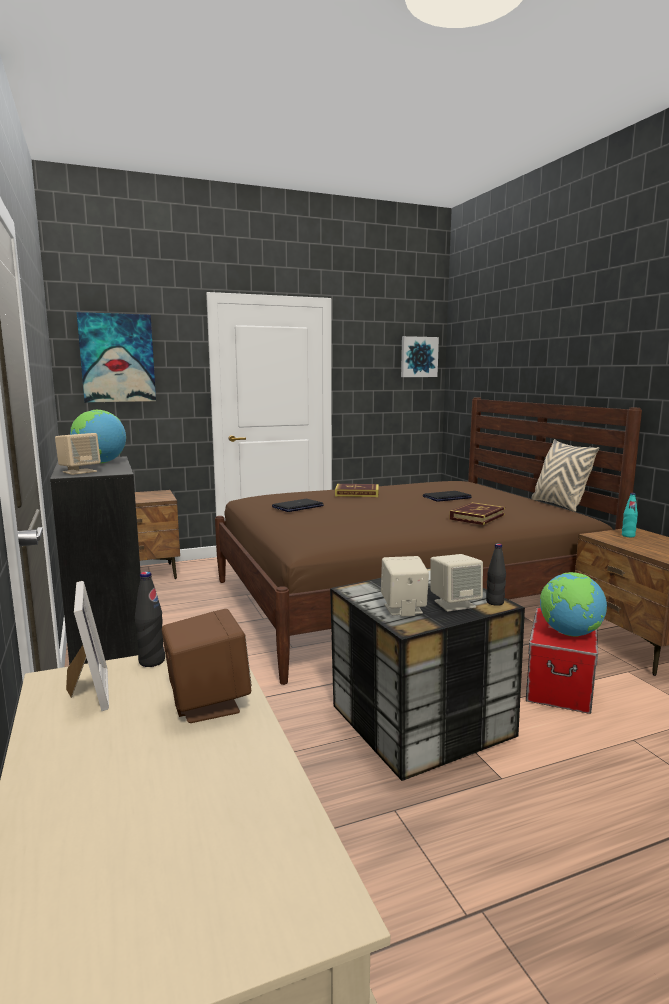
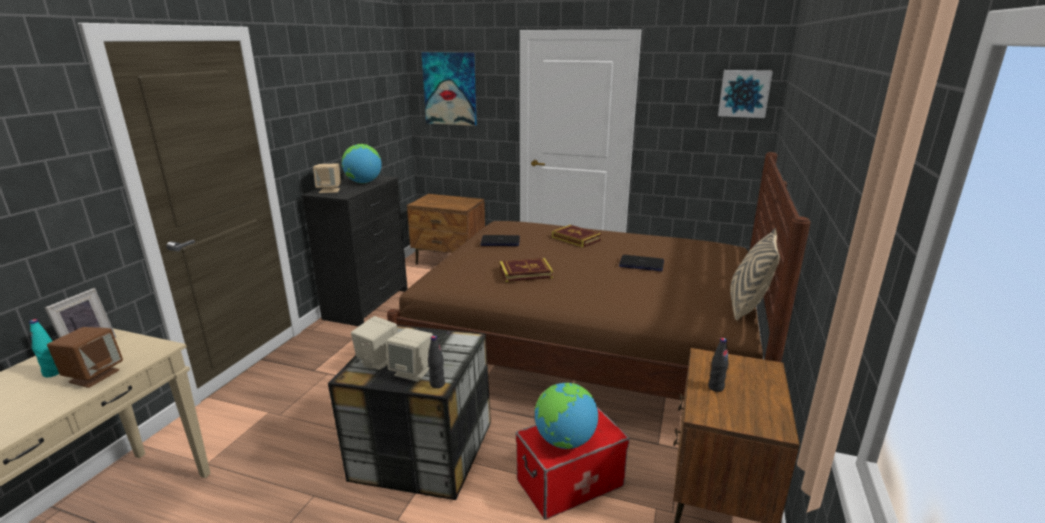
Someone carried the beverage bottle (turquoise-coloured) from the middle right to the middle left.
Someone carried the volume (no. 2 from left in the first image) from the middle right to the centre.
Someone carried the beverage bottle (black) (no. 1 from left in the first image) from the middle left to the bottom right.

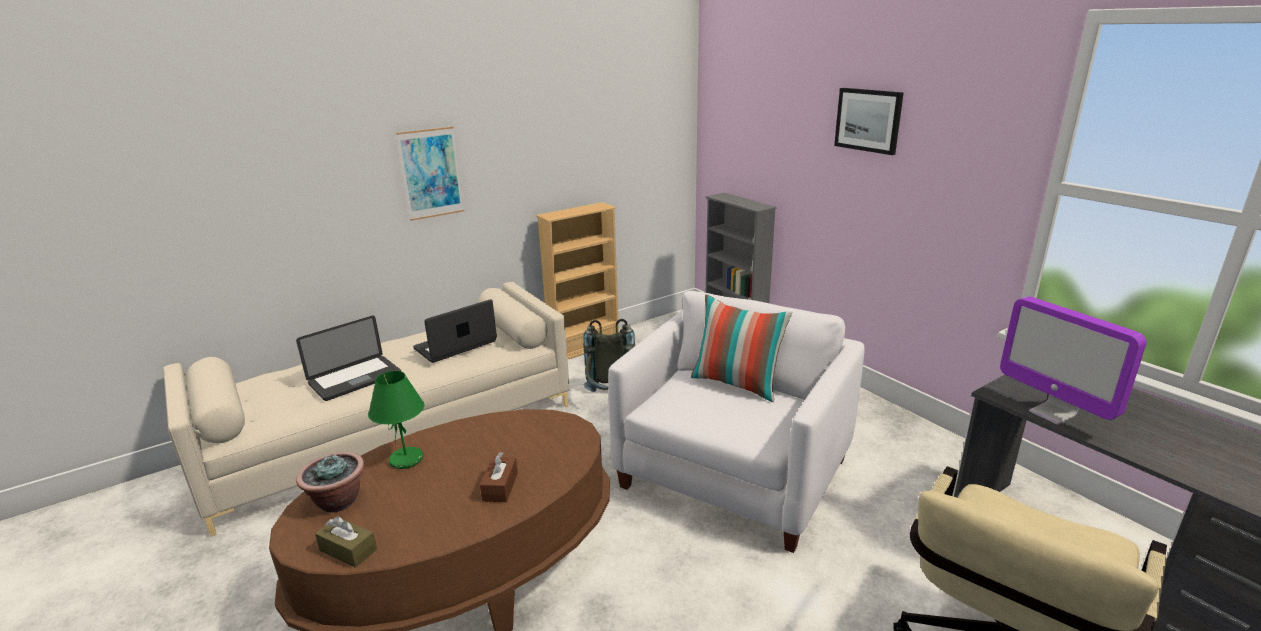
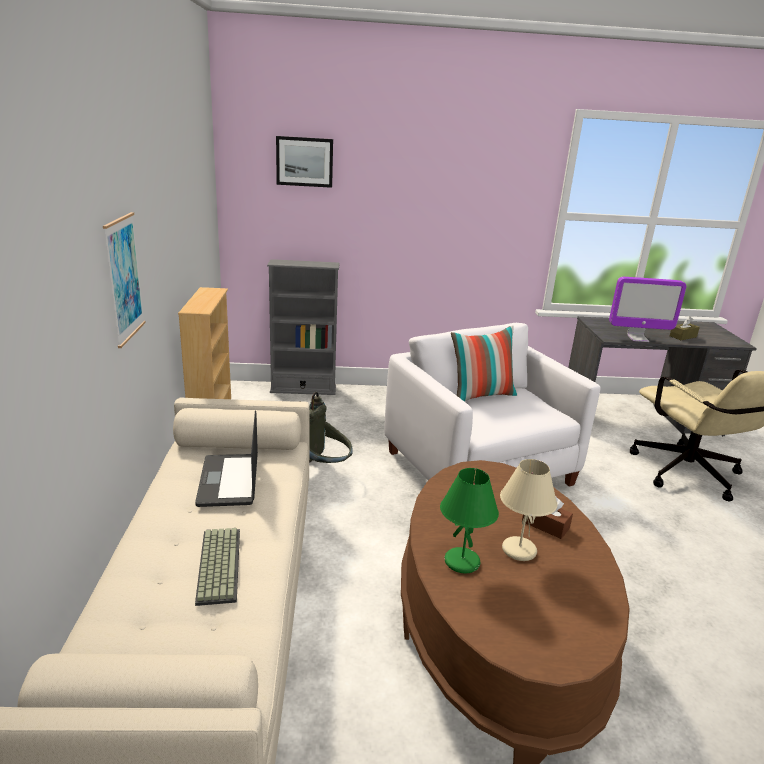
Someone carried the picture (no. 2 from left) from the top right to the top centre.
Someone swapped the portable computer (no. 1 from left) at the middle left for the computer keyboard at the bottom left.
Someone took away the plant in a pot at the bottom left.
Someone carried the tissue holder (brownish) (no. 1 from left in the first image) from the bottom left to the middle right.
Someone put down the lamp for a table (beige) at the bottom right.

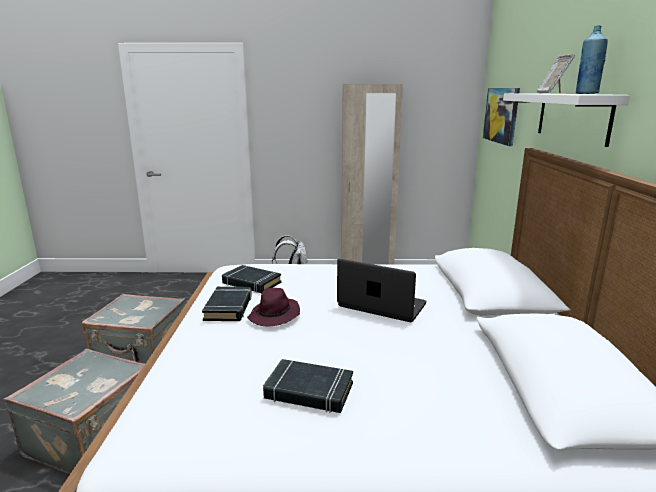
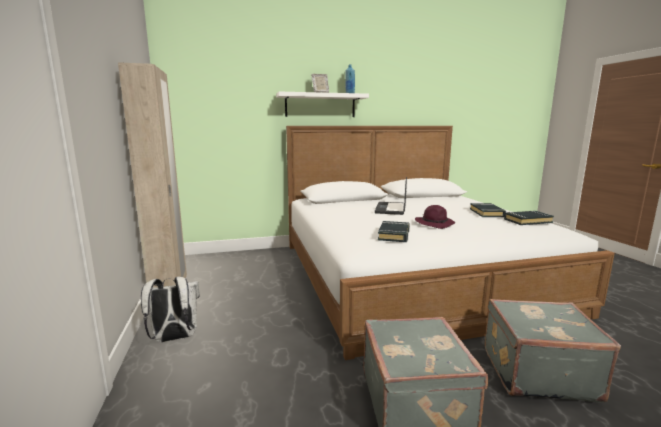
Someone took away the picture at the top right.
Someone carried the volume (black) (no. 1 from left in the first image) from the centre to the middle right.

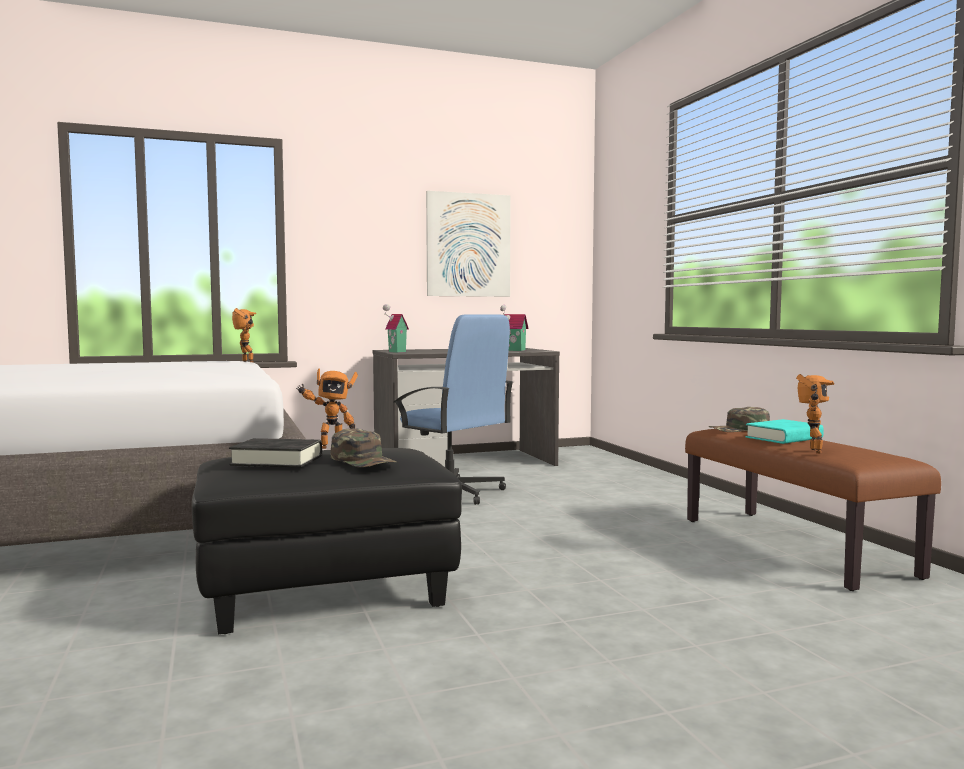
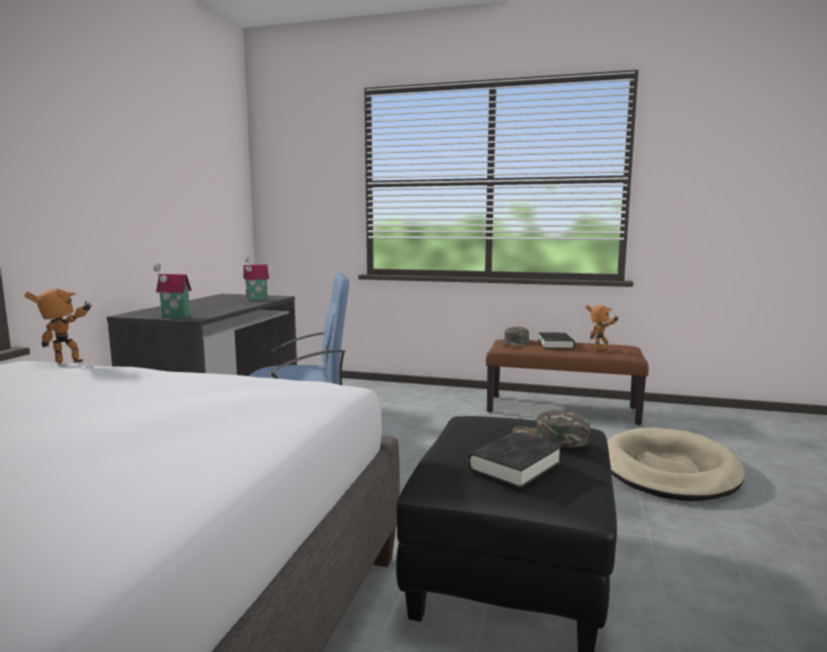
Someone took away the picture at the top centre.
Someone took away the robot figure (no. 2 from left) at the centre.
Someone repainted the volume (turquoise-coloured) at the middle right, which became the volume (black) (no. 2 from left) at the middle right.
Someone rotated the cap (green-coloured) (no. 1 from left in the first image) at the centre by 150 degrees counterclockwise.
Someone put down the dog bed (beige) at the bottom right.

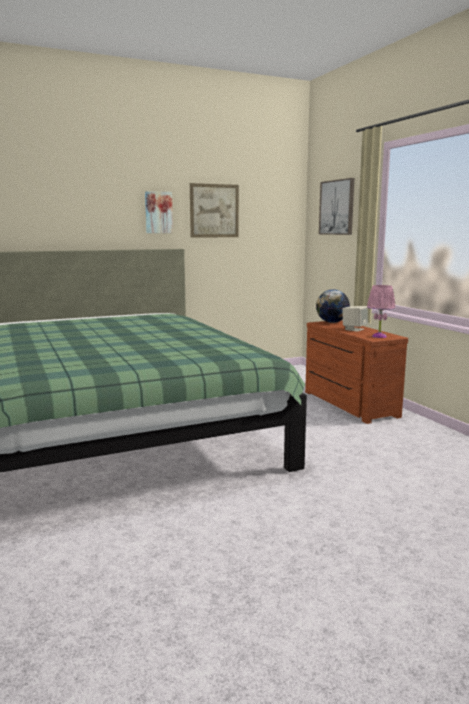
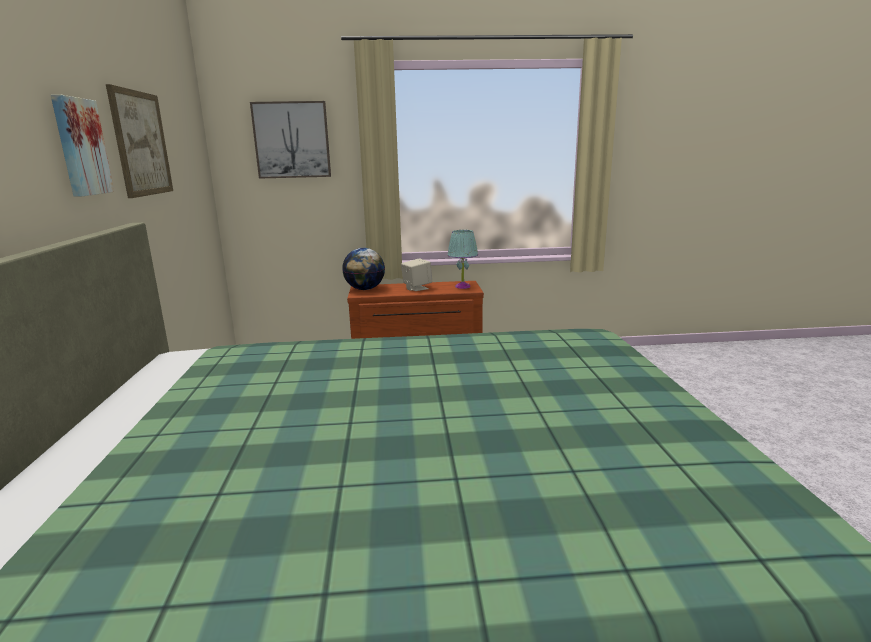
Someone repainted the lamp for a table (pink) at the middle right, which became the lamp for a table (turquoise-coloured) at the centre.

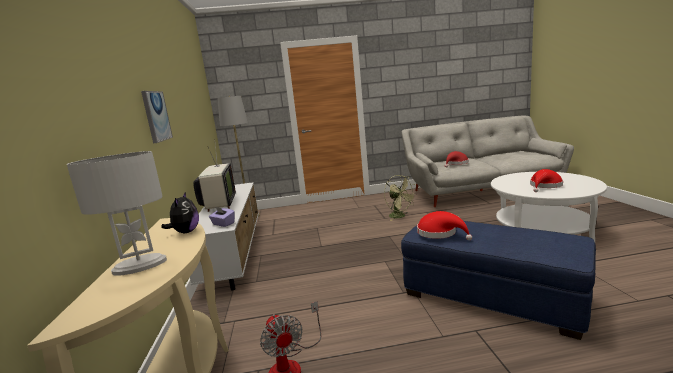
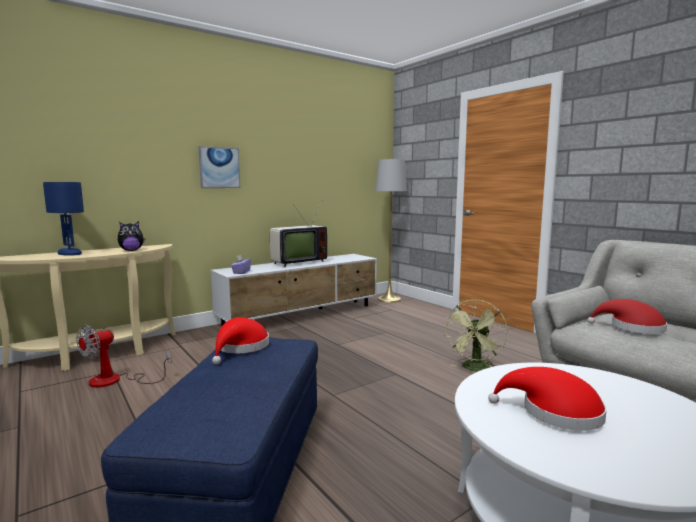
Someone repainted the lamp for a table (whitish) at the middle left, which became the lamp for a table (blue-coloured) at the middle left.

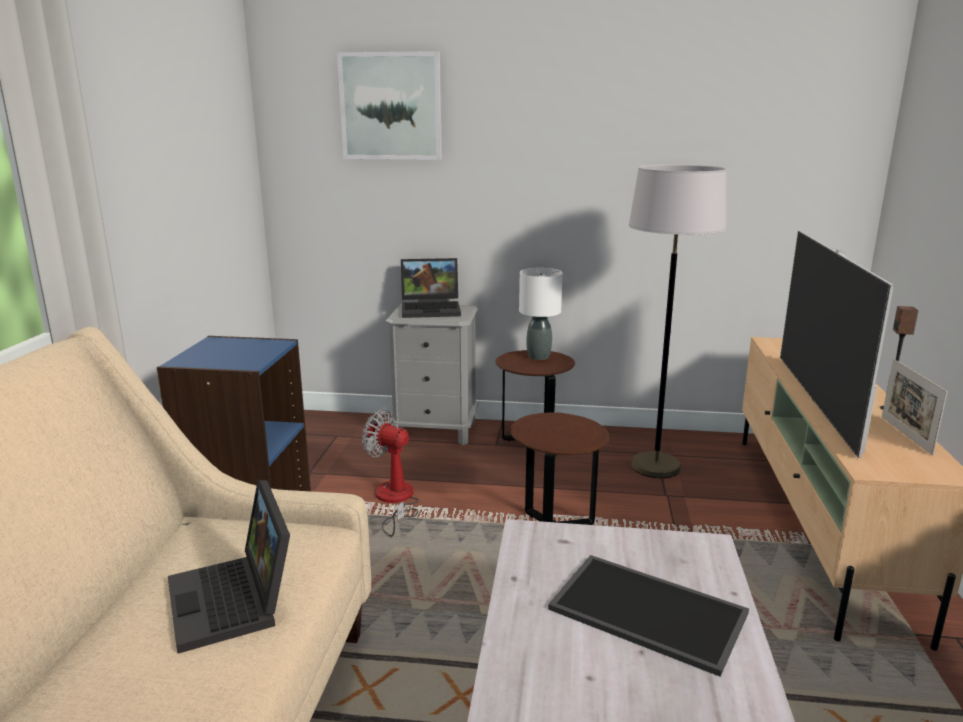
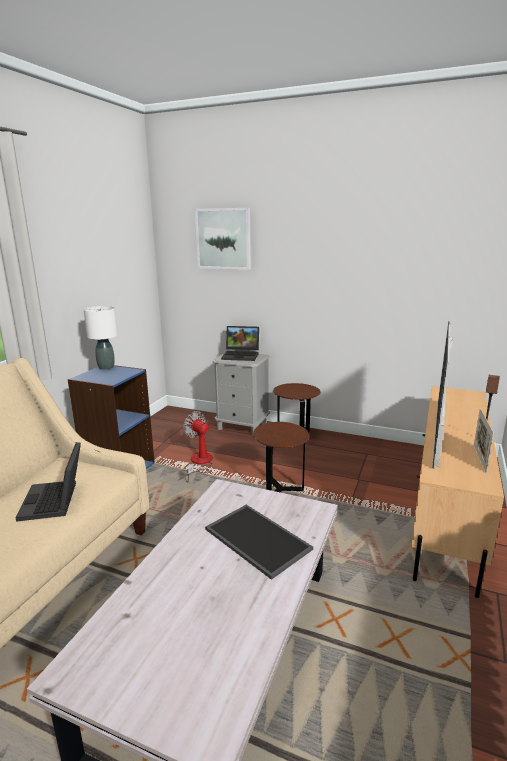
Someone took away the floor lamp (gray) at the middle right.
Someone carried the lamp for a table (whitish) from the centre to the middle left.

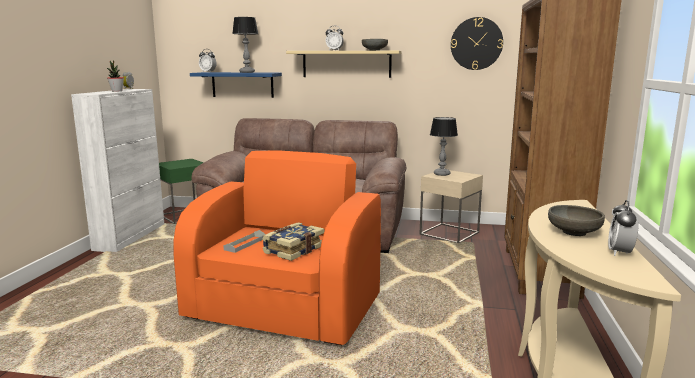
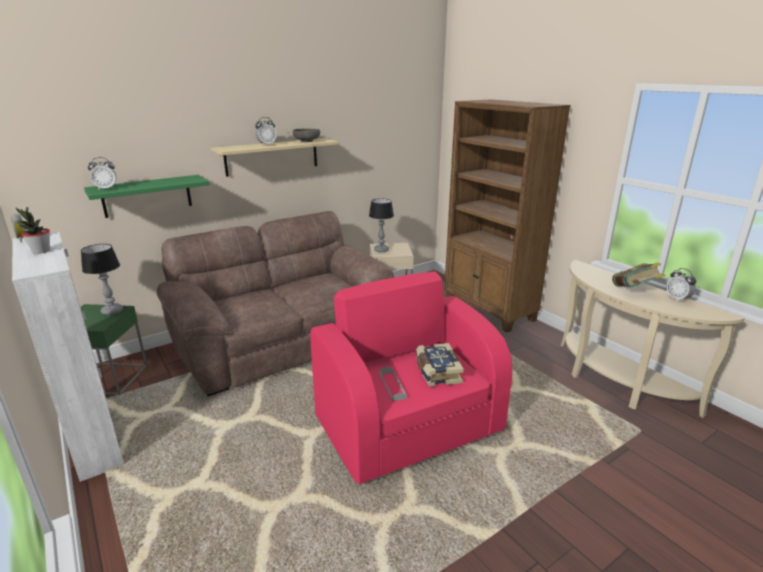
Someone carried the lamp for a table (no. 1 from left) from the top centre to the middle left.
Someone took away the clock on the wall at the top right.
Someone repainted the bracket shelf (blue-coloured) at the top centre, which became the bracket shelf (green-coloured) at the middle left.
Someone repainted the lounge chair (orange) at the centre, which became the lounge chair (pink) at the centre.
Someone swapped the serving bowl (gray) (no. 2 from left) at the middle right for the volume (no. 2 from left) at the middle right.

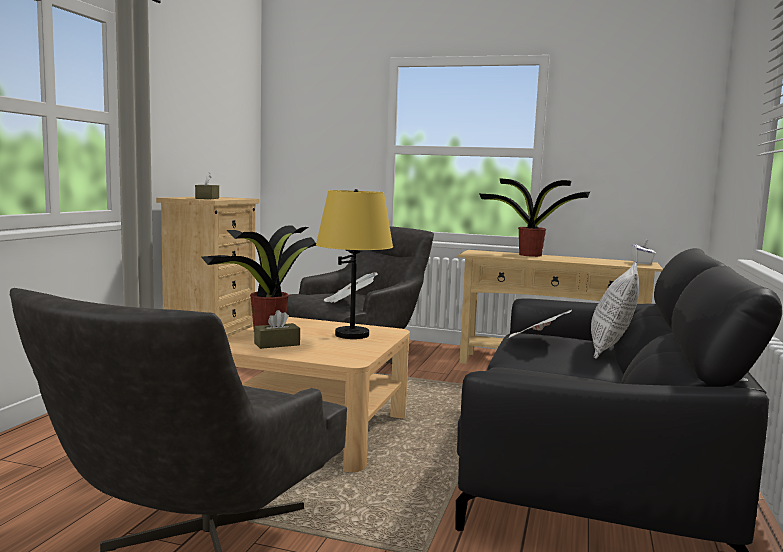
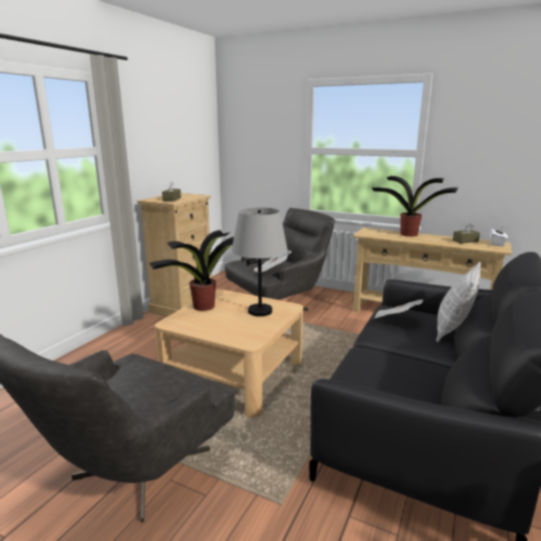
Someone repainted the lamp for a table (yellow) at the centre, which became the lamp for a table (gray) at the centre.
Someone carried the tissue holder (brownish) (no. 2 from left) from the centre to the middle right.

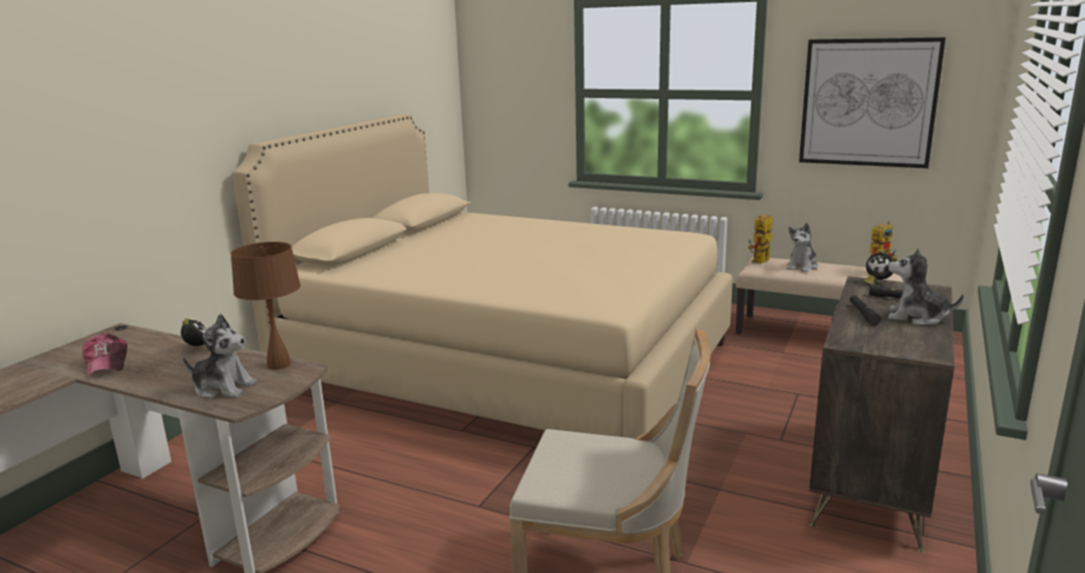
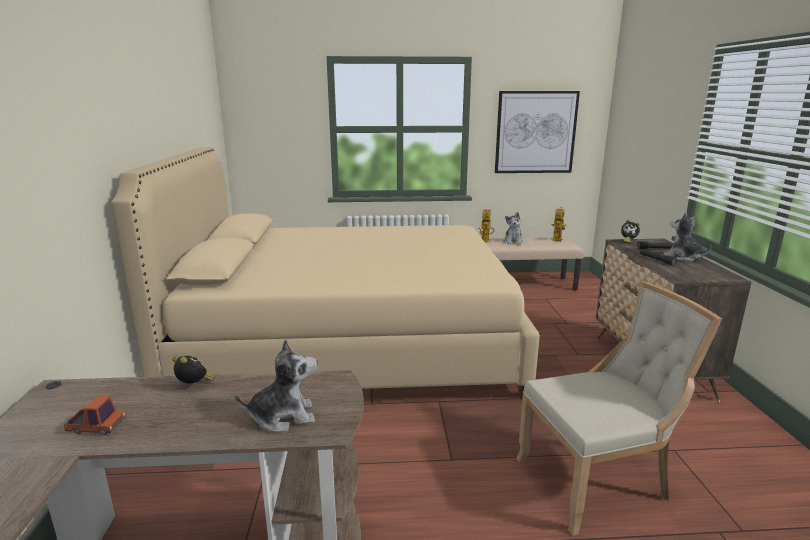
Someone took away the lamp for a table (brownish) at the middle left.
Someone rotated the plush toy (no. 3 from left) at the middle right by 60 degrees clockwise.
Someone swapped the cap at the middle left for the toy truck at the bottom left.

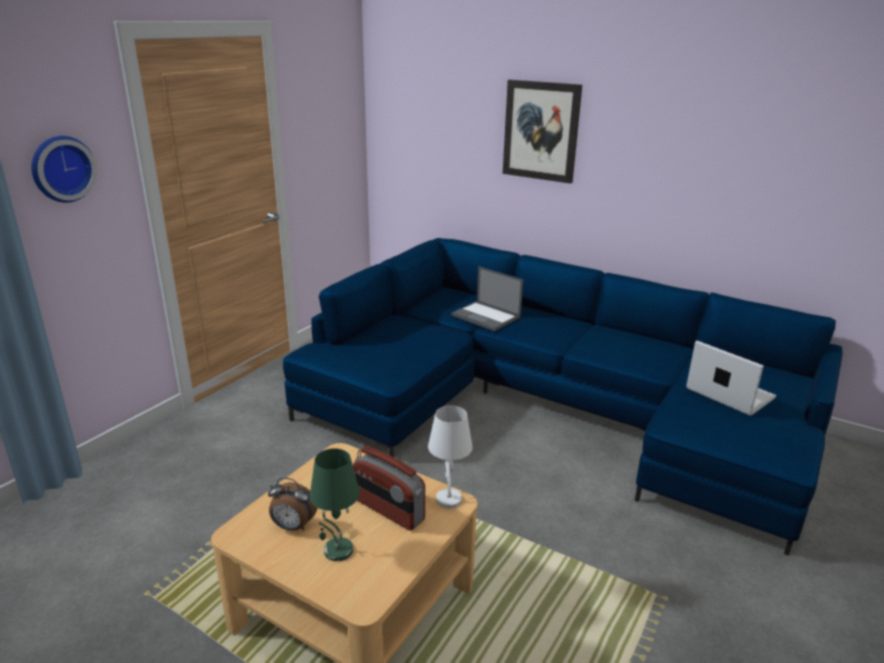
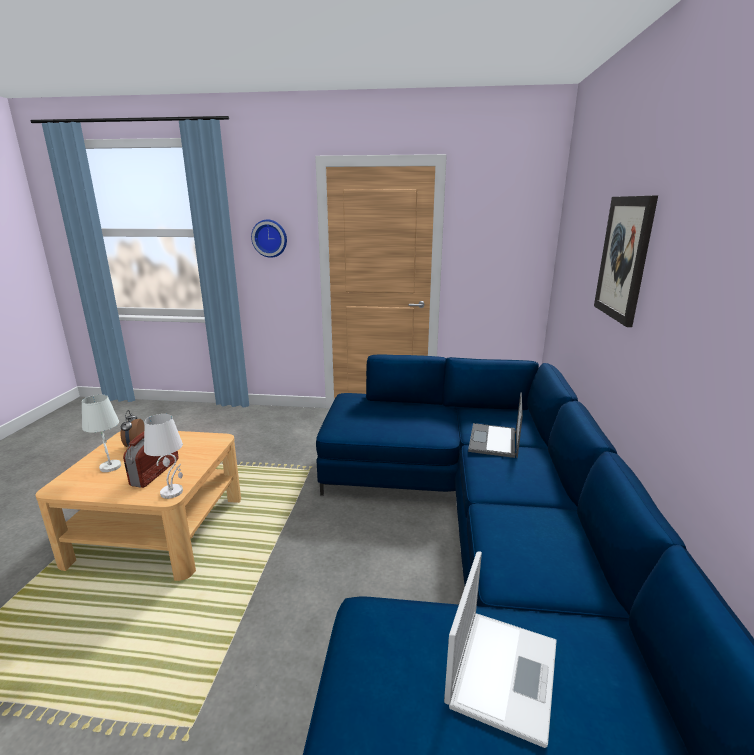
Someone repainted the lamp for a table (green-coloured) at the bottom centre, which became the lamp for a table (whitish) (no. 1 from left) at the middle left.

